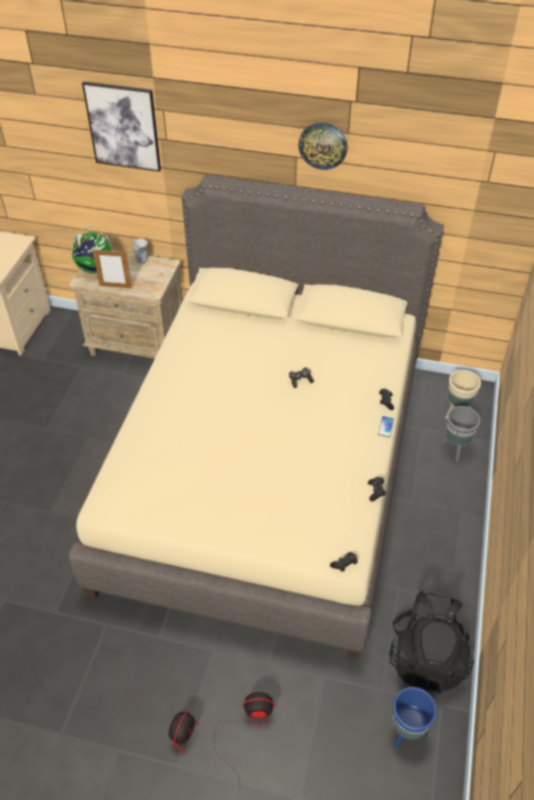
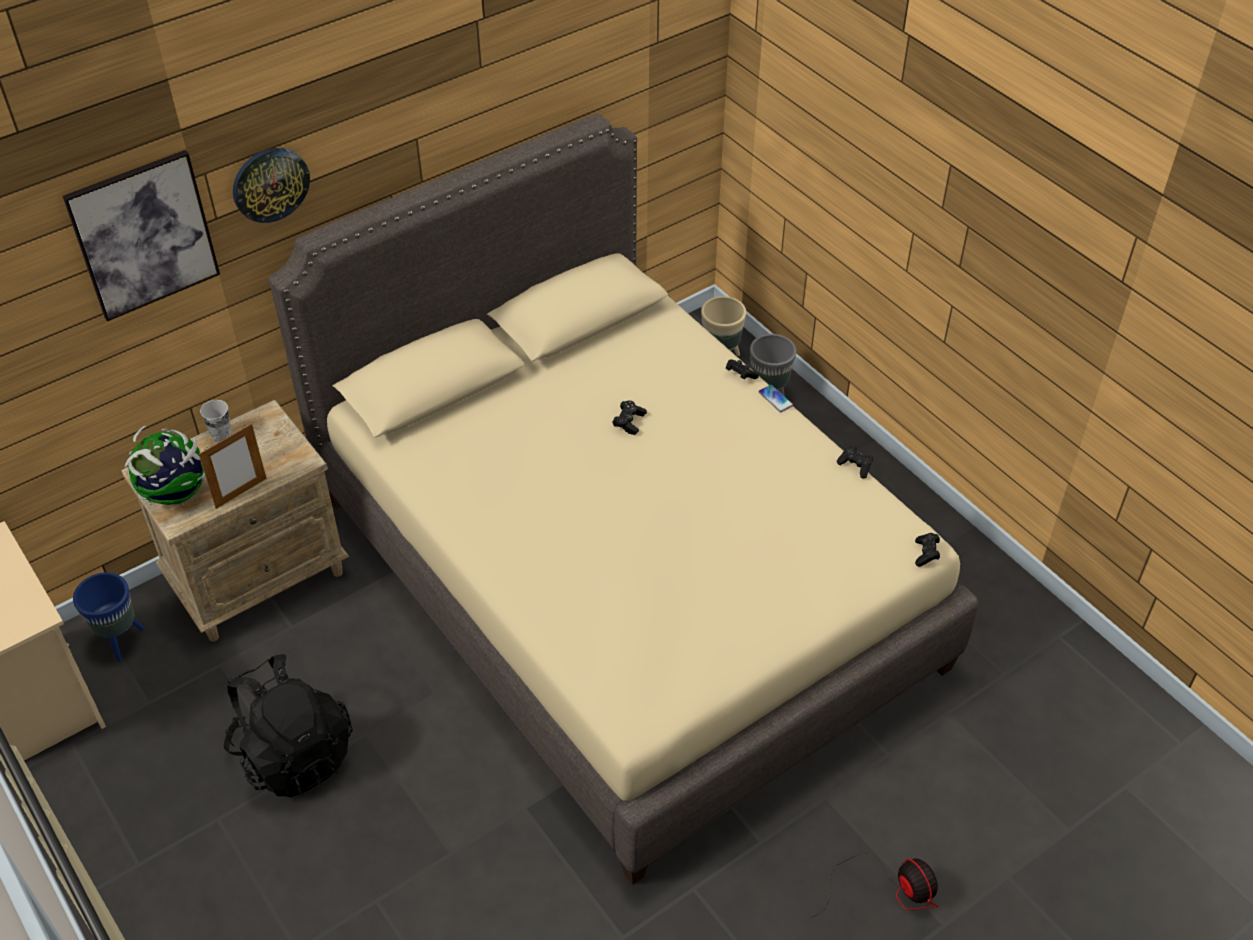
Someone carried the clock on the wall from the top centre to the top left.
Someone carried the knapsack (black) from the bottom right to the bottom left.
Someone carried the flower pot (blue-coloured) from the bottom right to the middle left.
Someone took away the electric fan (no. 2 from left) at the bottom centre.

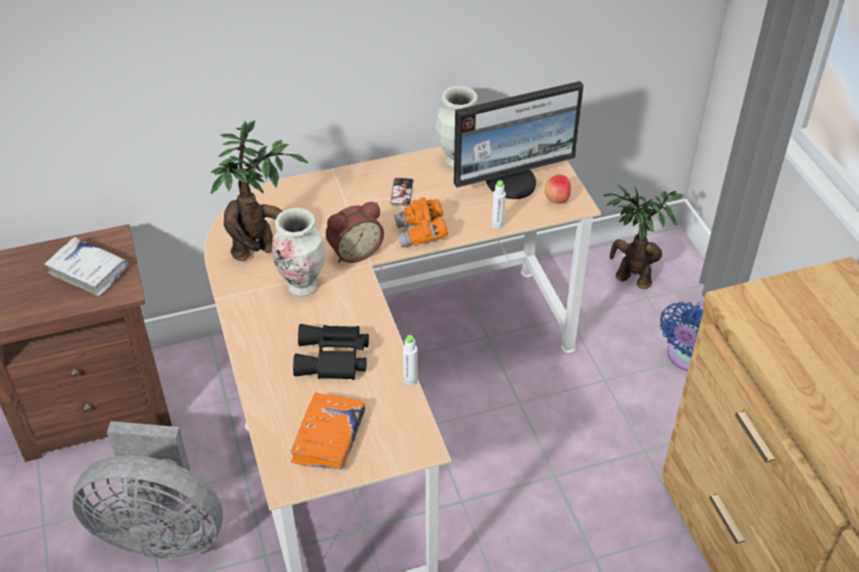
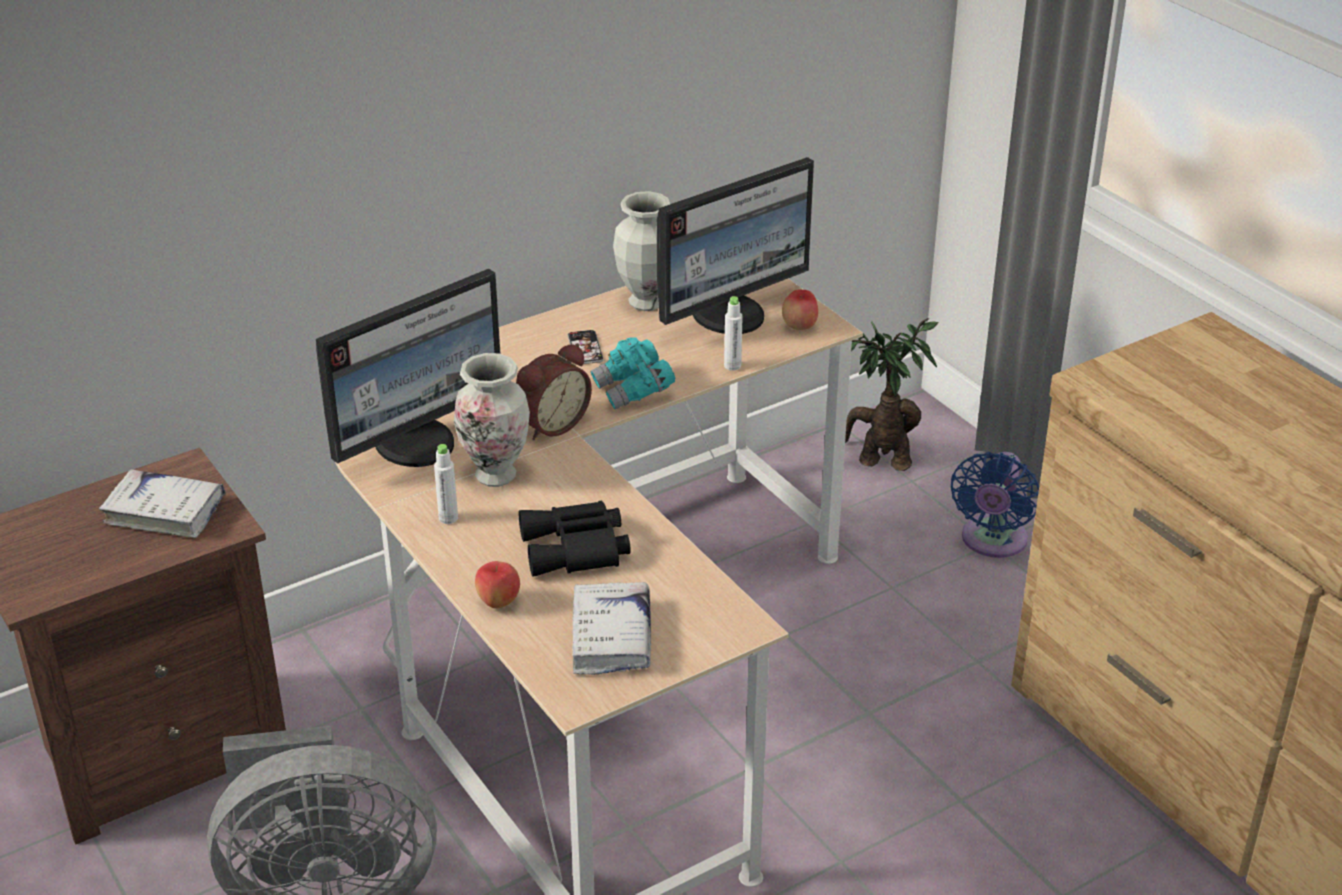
Someone swapped the plant in a pot (no. 1 from left) at the top left for the monitor (no. 1 from left) at the middle left.
Someone repainted the binoculars (orange) at the centre, which became the binoculars (turquoise-coloured) at the centre.
Someone carried the beverage bottle (whitish) (no. 1 from left) from the centre to the middle left.
Someone repainted the volume (orange) at the bottom centre, which became the volume (whitish) (no. 2 from left) at the bottom centre.
Someone put down the whole apple (no. 1 from left) at the centre.

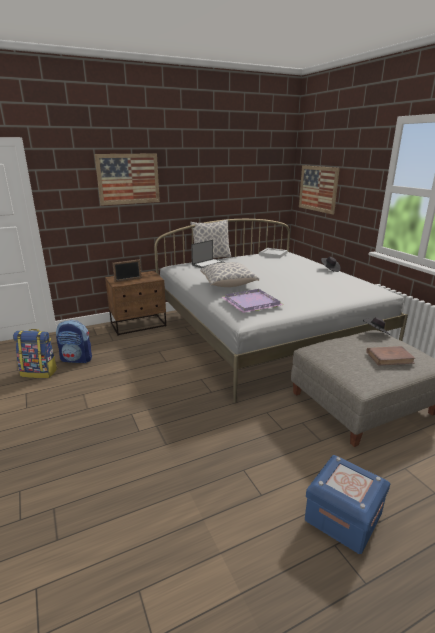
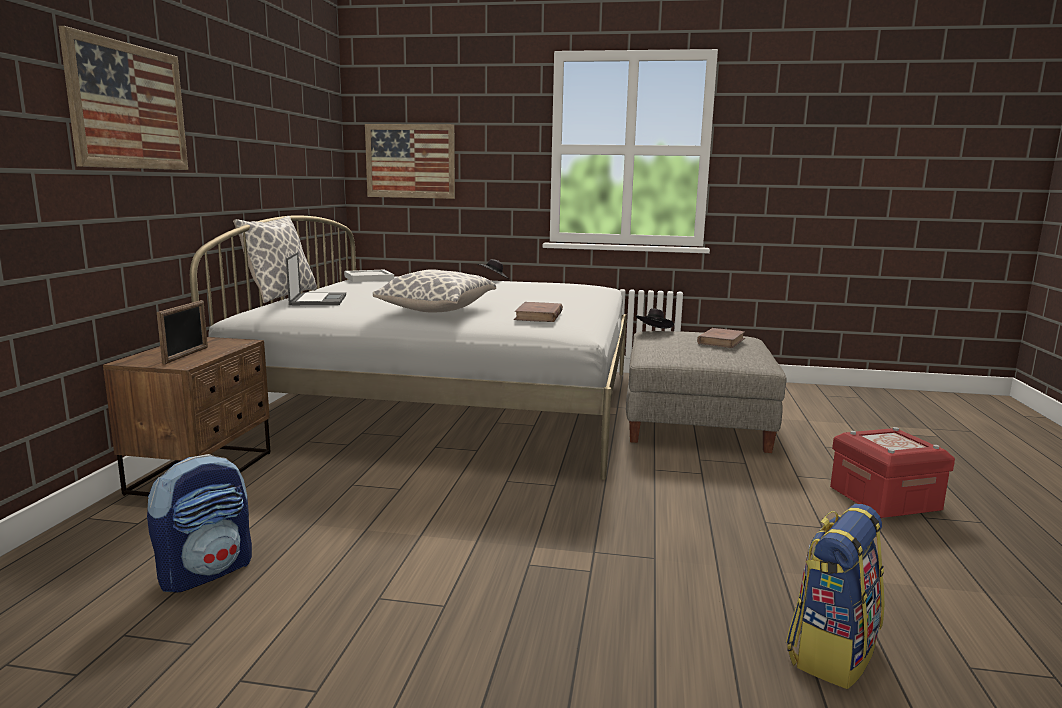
Someone swapped the tray (purple-coloured) at the centre for the volume (brownish) (no. 1 from left) at the centre.
Someone carried the knapsack (no. 1 from left in the first image) from the middle left to the bottom right.
Someone repainted the storage container (blue-coloured) at the bottom right, which became the storage container (reddish) at the bottom right.

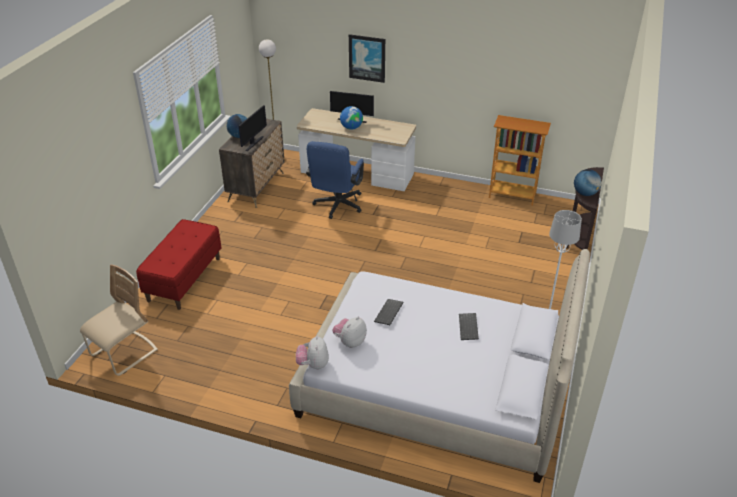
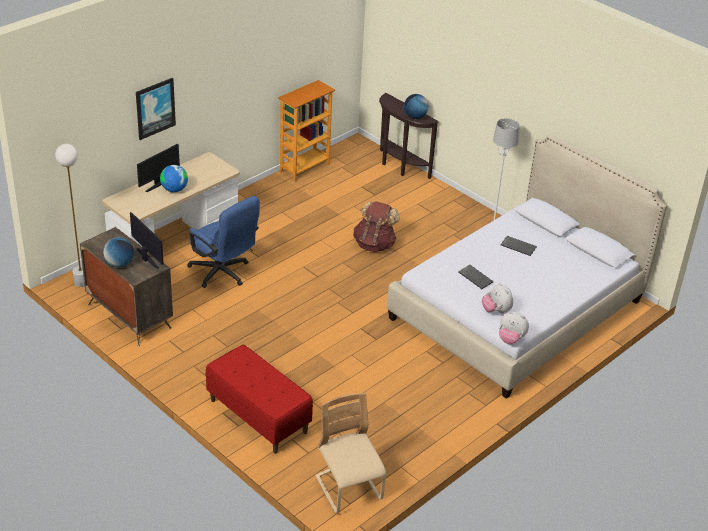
Someone put down the knapsack (brownish) at the centre.

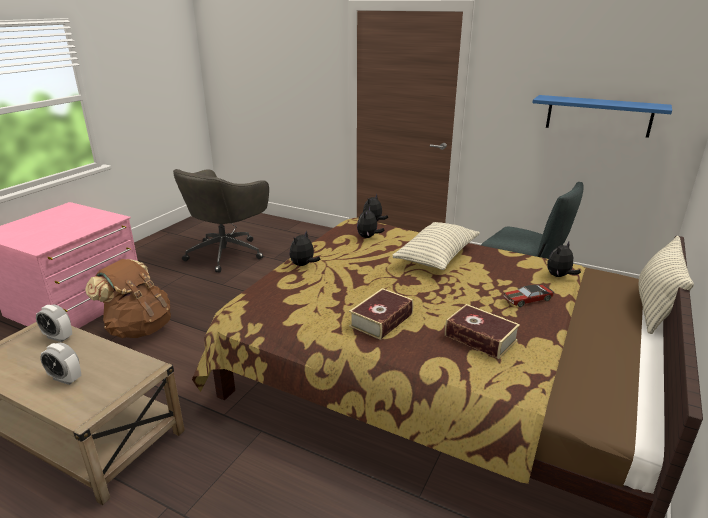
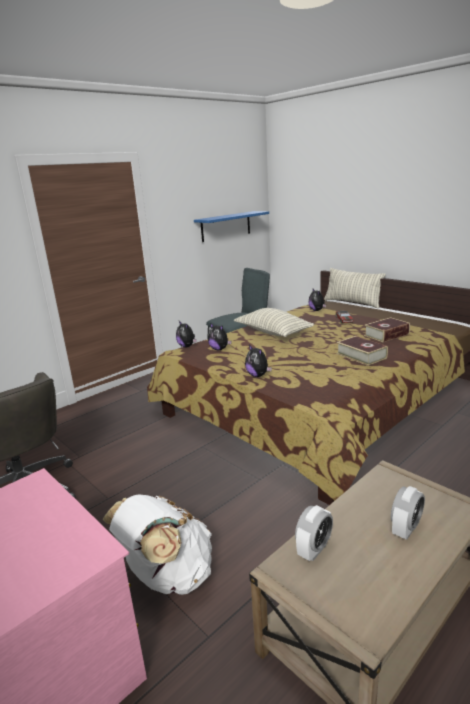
Someone repainted the knapsack (brownish) at the middle left, which became the knapsack (whitish) at the bottom centre.

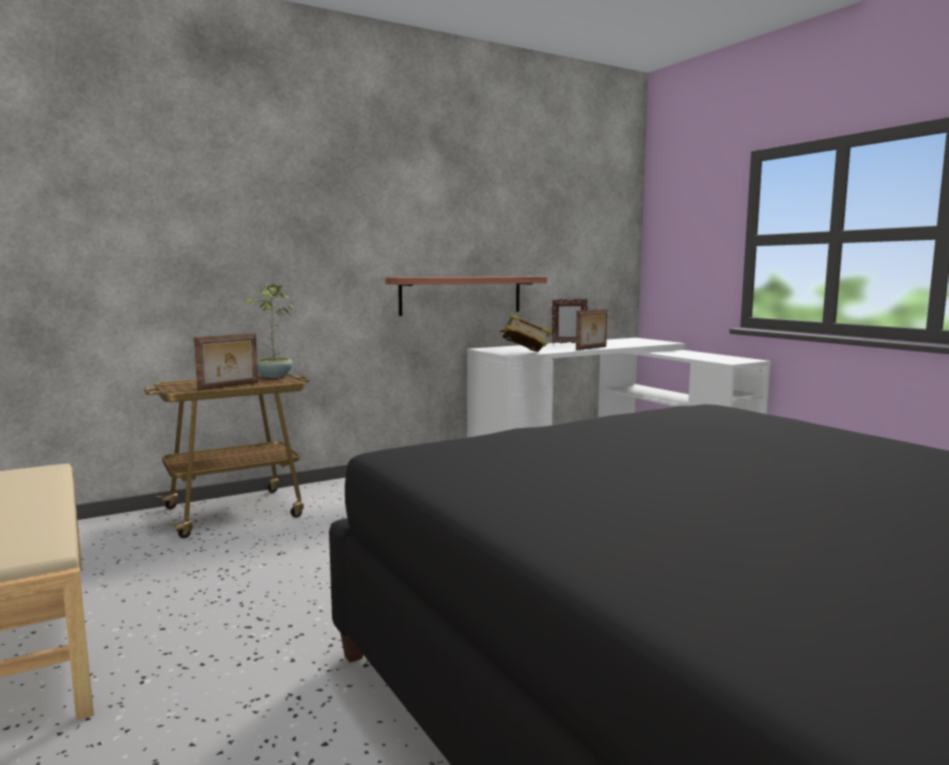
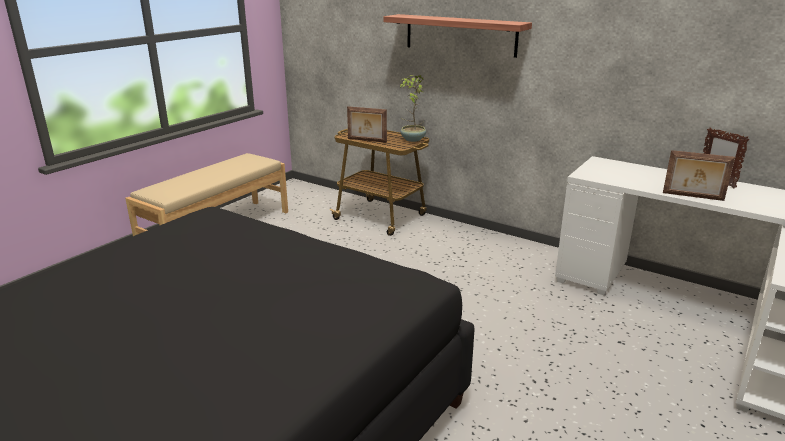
Someone carried the bracket shelf from the centre to the top centre.
Someone took away the volume at the centre.

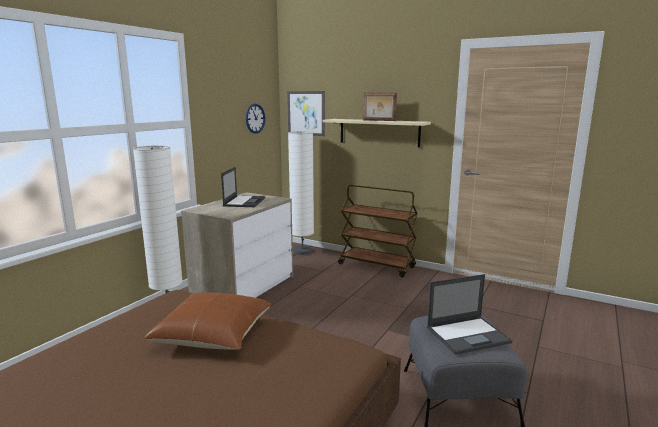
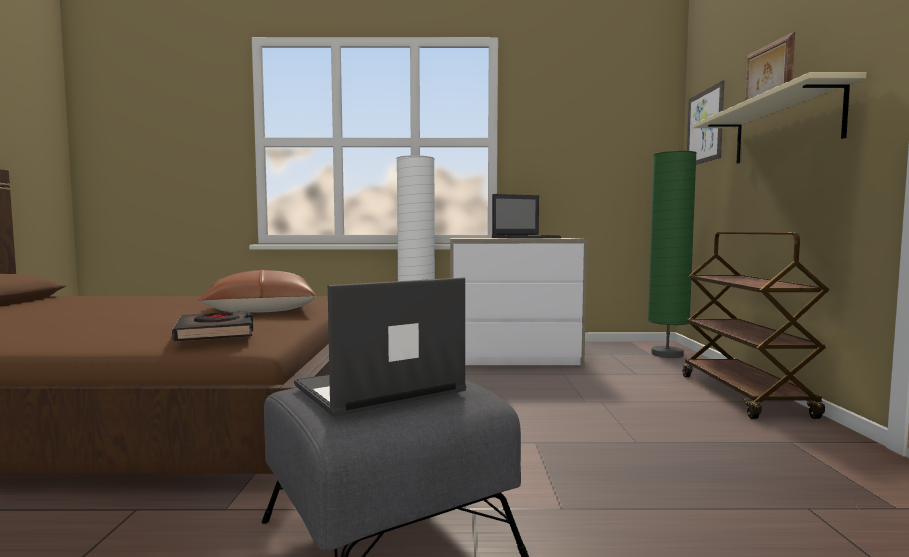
Someone took away the clock on the wall at the top centre.
Someone repainted the floor lamp (whitish) (no. 2 from left) at the centre, which became the floor lamp (green-coloured) at the middle right.
Someone rotated the portable computer (no. 2 from left in the first image) at the bottom right by 105 degrees clockwise.
Someone put down the volume (black) at the middle left.

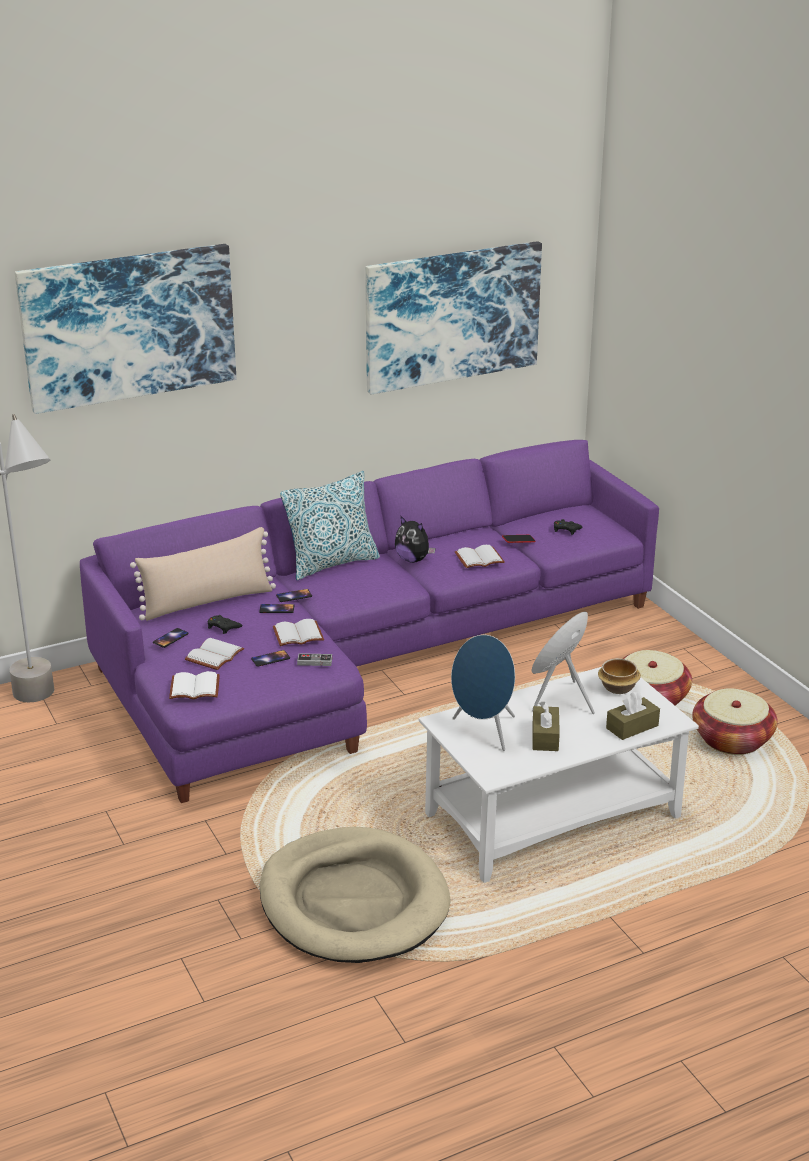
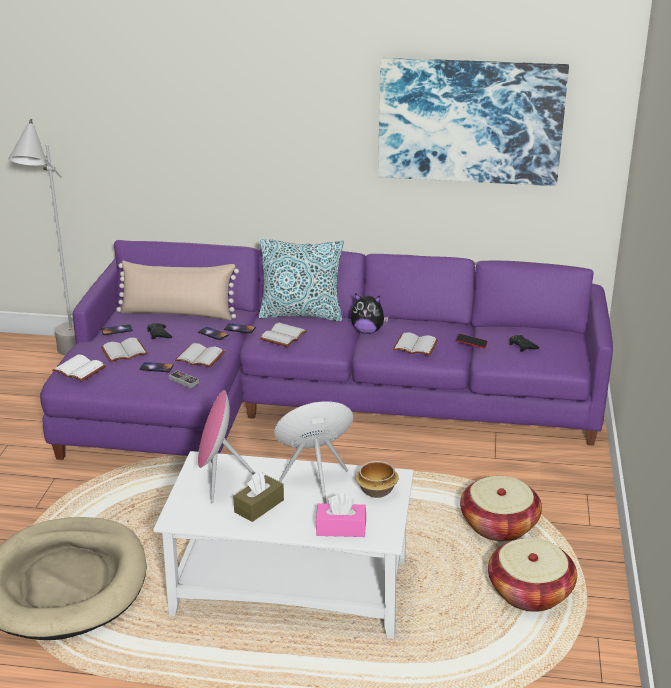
Someone took away the picture (no. 1 from left) at the top left.
Someone rotated the plush toy at the centre by 60 degrees counterclockwise.
Someone repainted the audio speaker (blue-coloured) (no. 1 from left) at the centre, which became the audio speaker (pink) at the centre.
Someone repainted the tissue holder (brownish) (no. 2 from left) at the middle right, which became the tissue holder (pink) at the bottom centre.
Someone put down the volume (whitish) (no. 4 from left) at the centre.

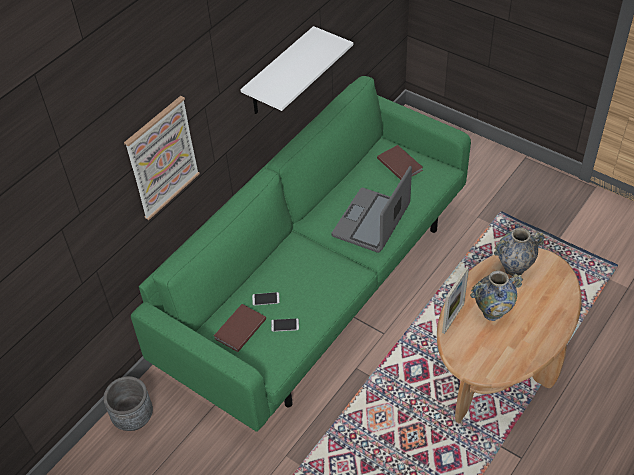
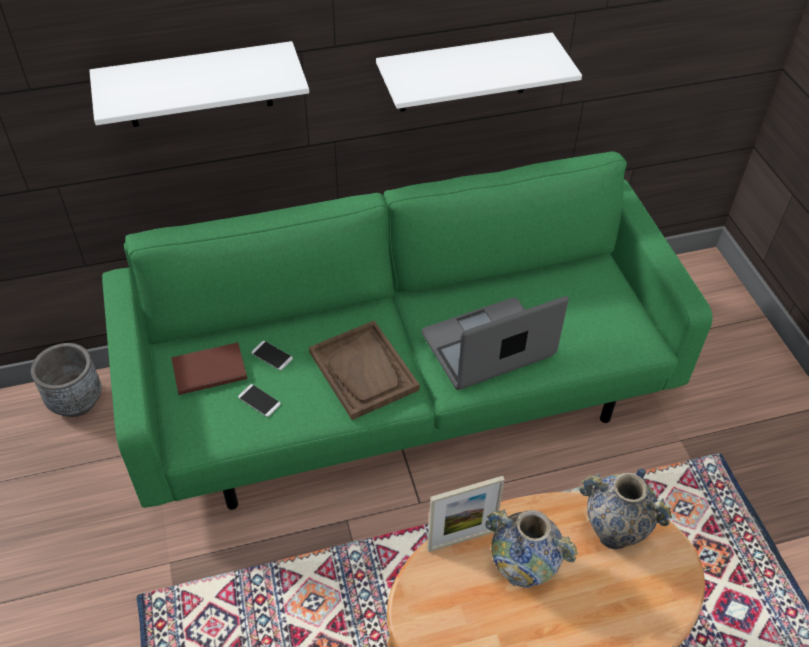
Someone swapped the picture at the top left for the bracket shelf (whitish) (no. 1 from left) at the top left.
Someone took away the volume (brownish) (no. 2 from left) at the centre.
Someone put down the tray (brownish) at the centre.

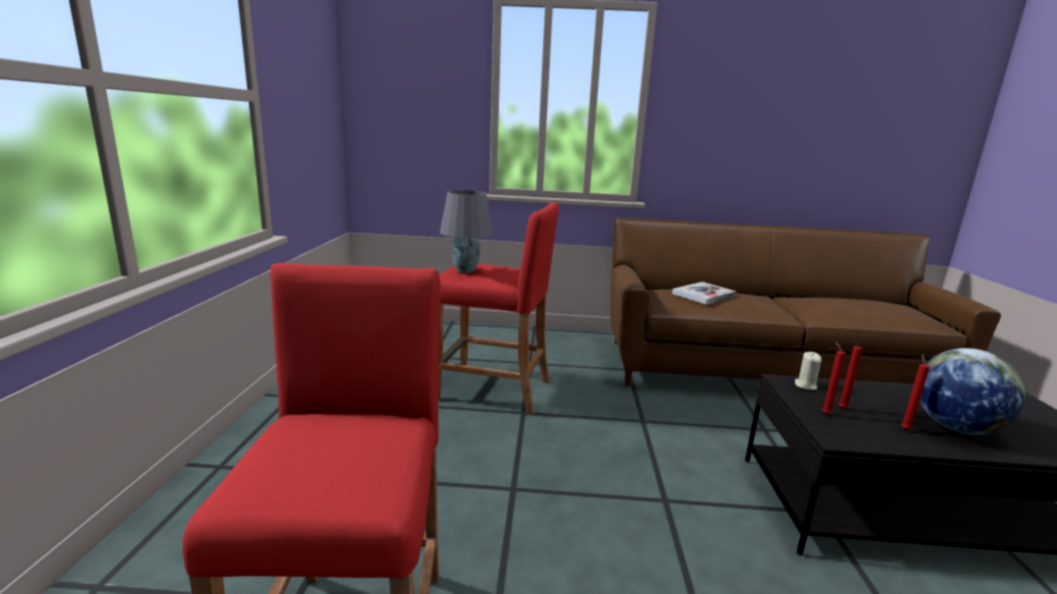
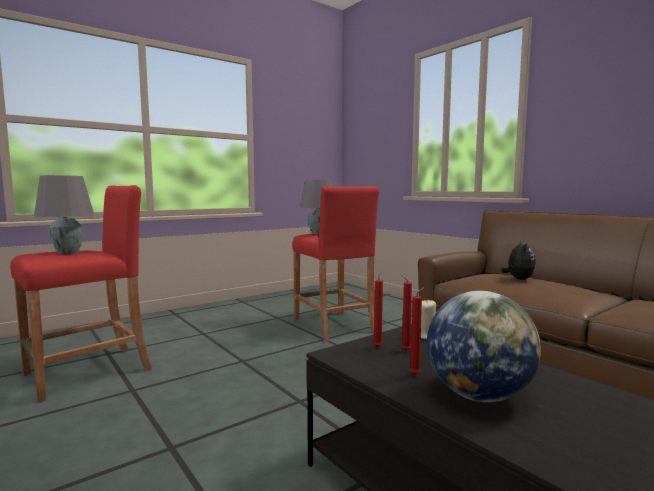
Someone swapped the volume at the centre for the plush toy at the middle right.
Someone put down the lamp for a table (gray) (no. 1 from left) at the middle left.

